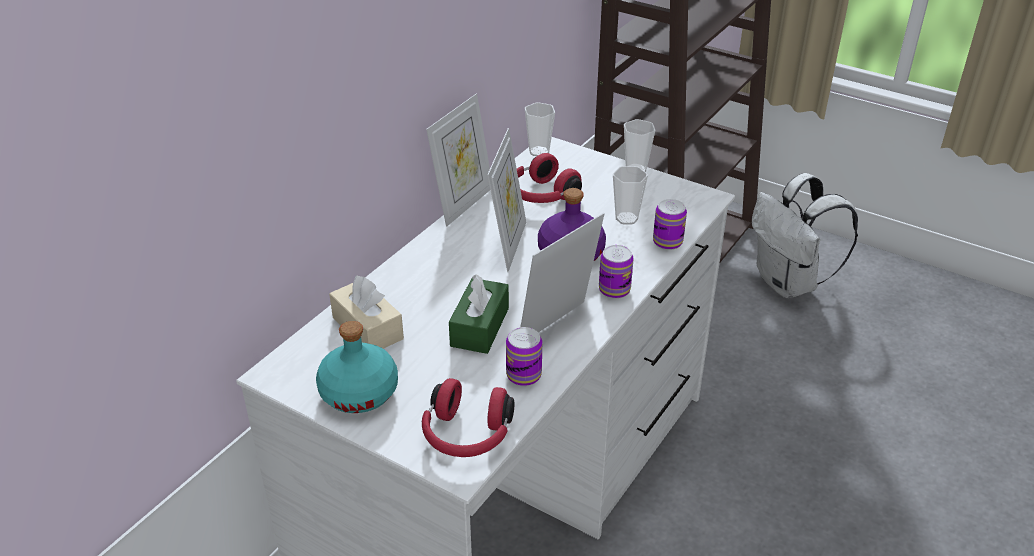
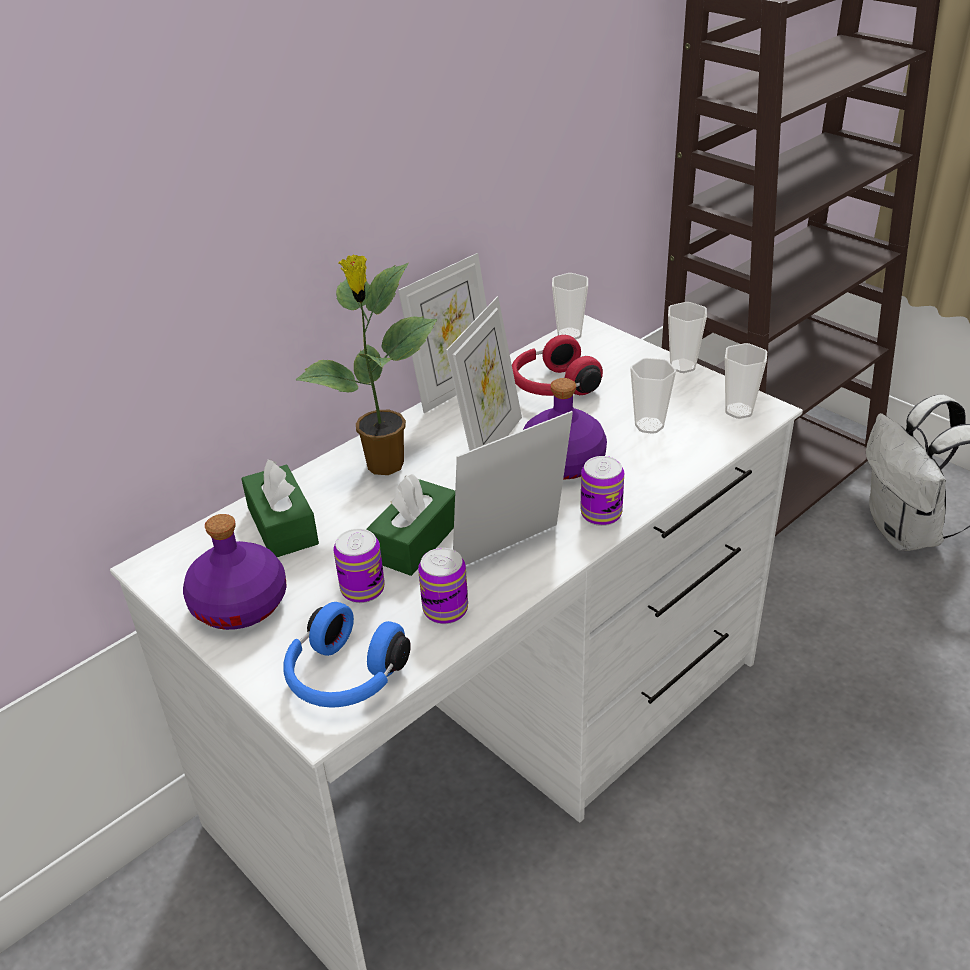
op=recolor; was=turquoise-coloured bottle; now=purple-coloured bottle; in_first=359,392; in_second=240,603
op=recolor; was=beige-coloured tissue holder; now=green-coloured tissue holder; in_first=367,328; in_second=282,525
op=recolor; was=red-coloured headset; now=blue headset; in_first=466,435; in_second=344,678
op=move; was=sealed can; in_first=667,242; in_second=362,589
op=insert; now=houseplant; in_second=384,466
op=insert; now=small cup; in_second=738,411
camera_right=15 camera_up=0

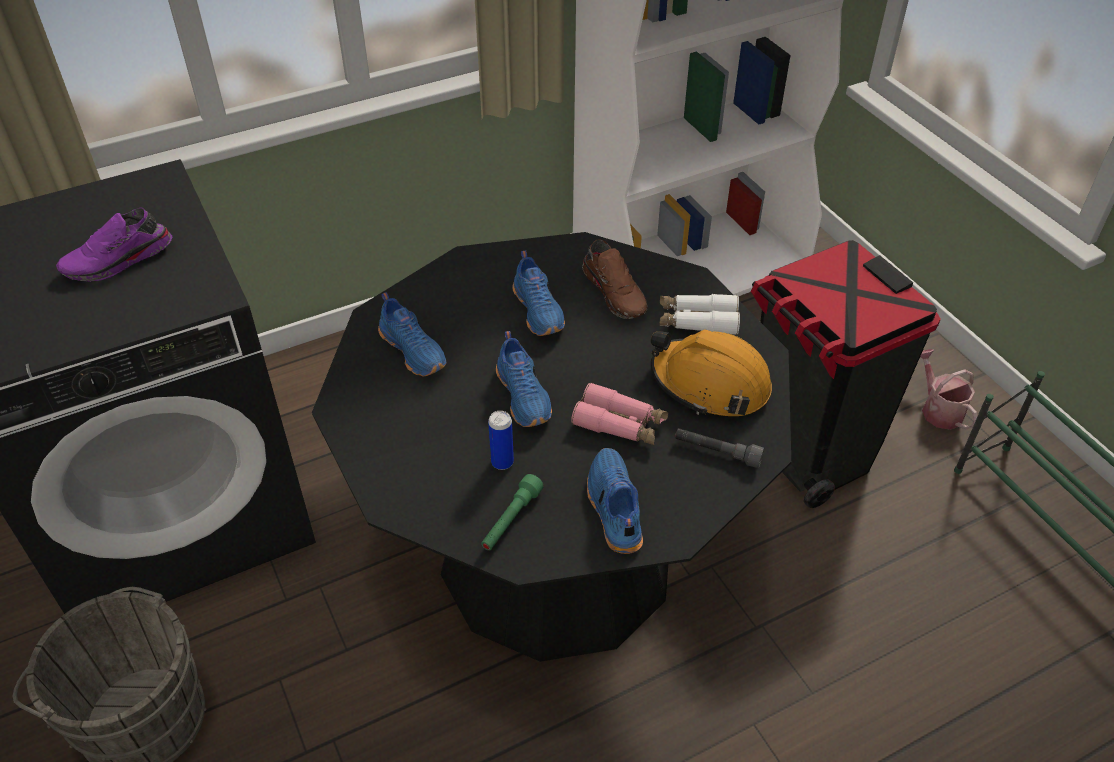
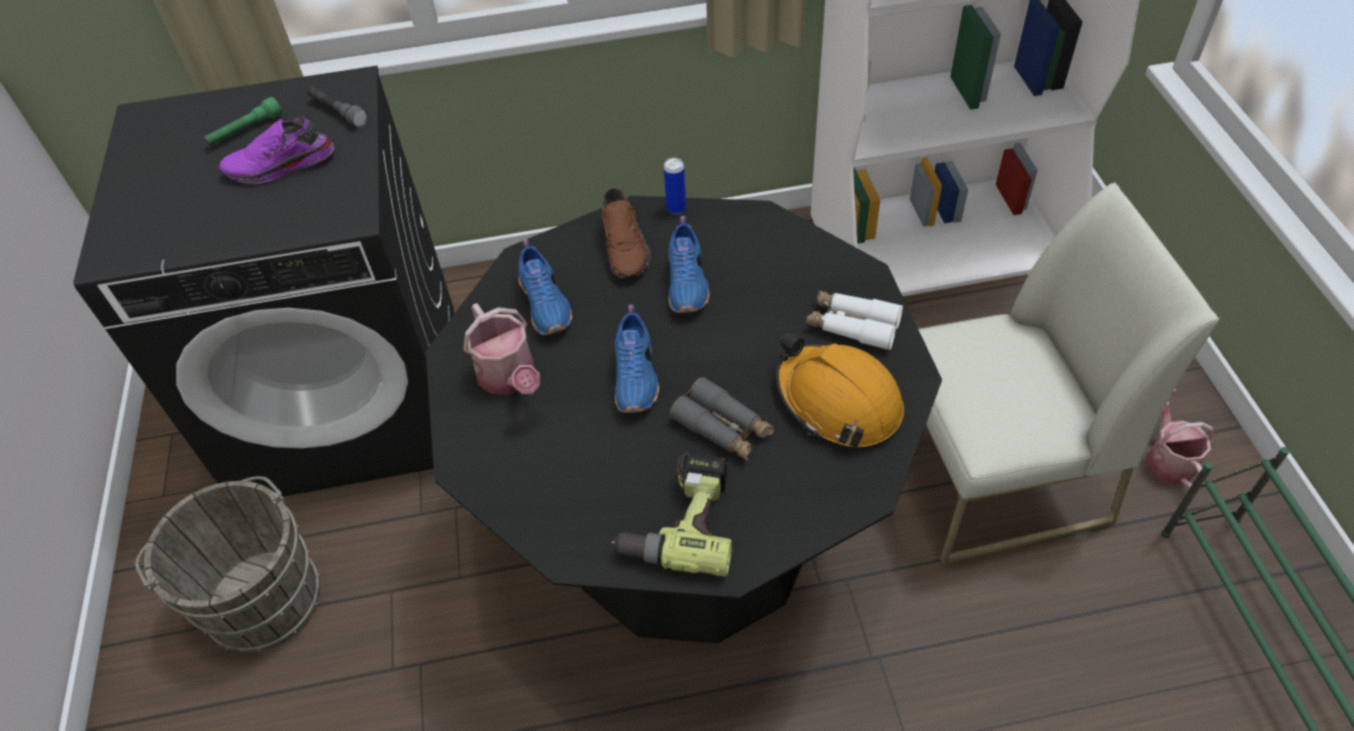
op=move; was=green-coloured hand torch; in_first=511,520; in_second=245,130
op=move; was=sealed can; in_first=502,462; in_second=676,208
op=recolor; was=pinkish binoculars; now=greyish binoculars; in_first=620,424; in_second=723,428
op=move; was=brown shoe; in_first=616,292; in_second=626,246
op=replace; was=blue shoe; now=electric drill; in_first=613,508; in_second=679,521
op=move; was=greyish hand torch; in_first=717,452; in_second=338,112
op=replace; was=black-coloured waste bin; now=whitish plain chair; in_first=805,453; in_second=993,476
op=insert; now=sprinkling can; in_second=510,378
camera_right=20 camera_up=5

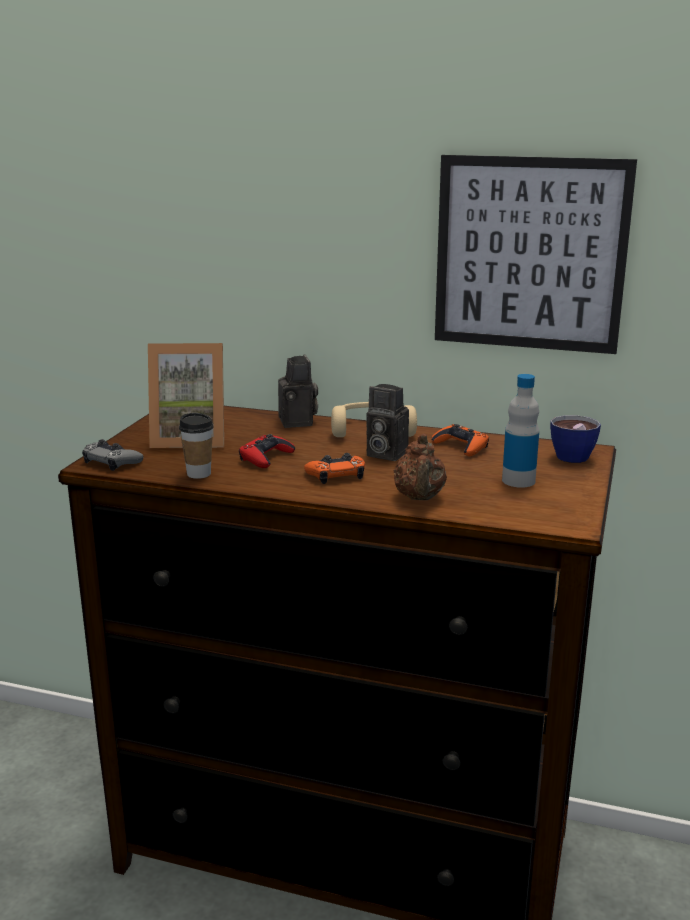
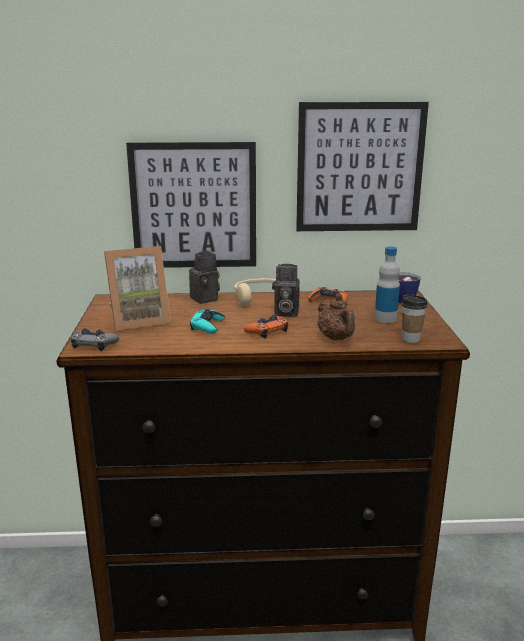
op=move; was=small cup; in_first=199,474; in_second=411,339
op=recolor; was=red-coloured game controller; now=turquoise-coloured game controller; in_first=266,457; in_second=207,326
op=insert; now=wall picture; in_second=194,206
camera_right=-20 camera_up=0

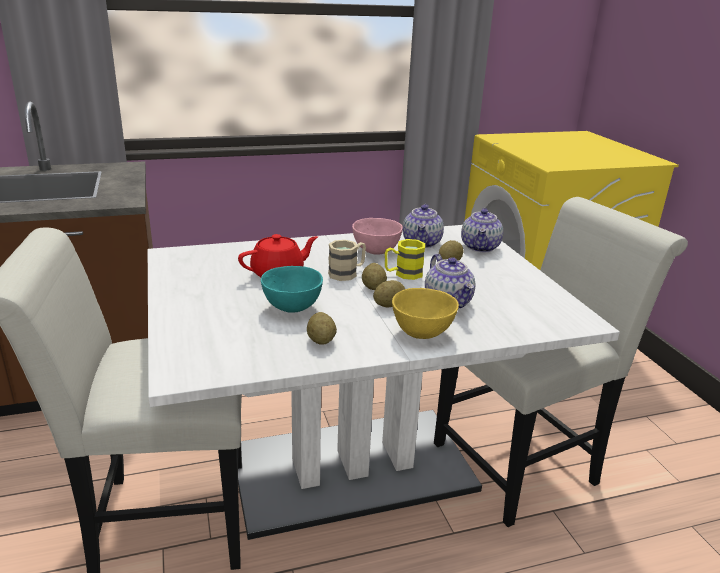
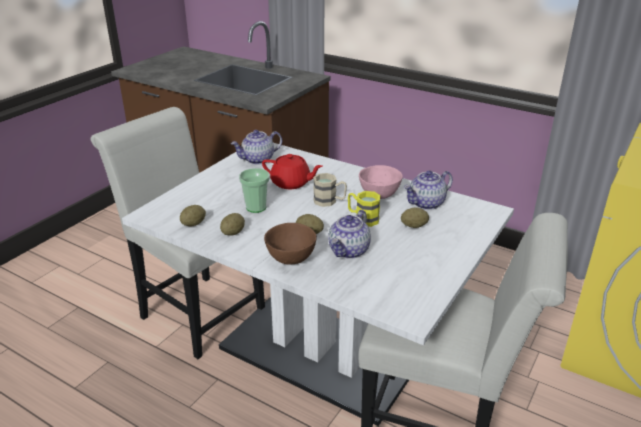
op=replace; was=turquoise-coloured bowl; now=small cup; in_first=292,308; in_second=256,207
op=move; was=potato; in_first=373,287; in_second=193,224
op=recolor; was=yellow-coloured bowl; now=brown bowl; in_first=423,333; in_second=291,259
op=move; was=teapot; in_first=480,247; in_second=258,160
camera_right=50 camera_up=5

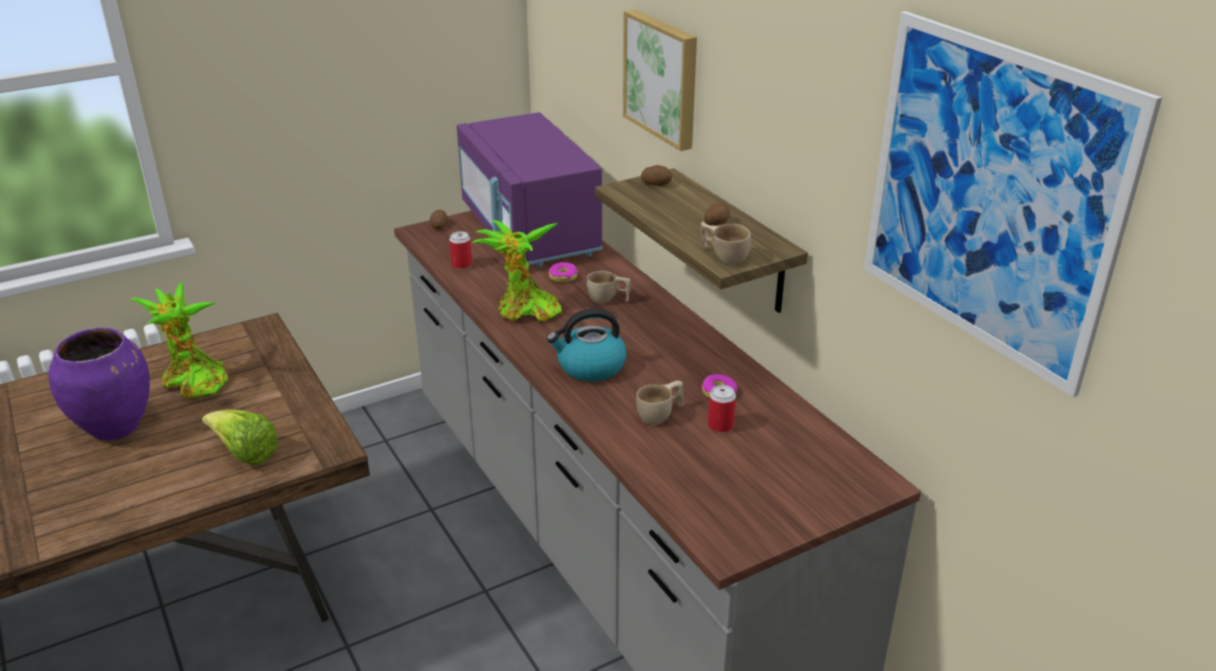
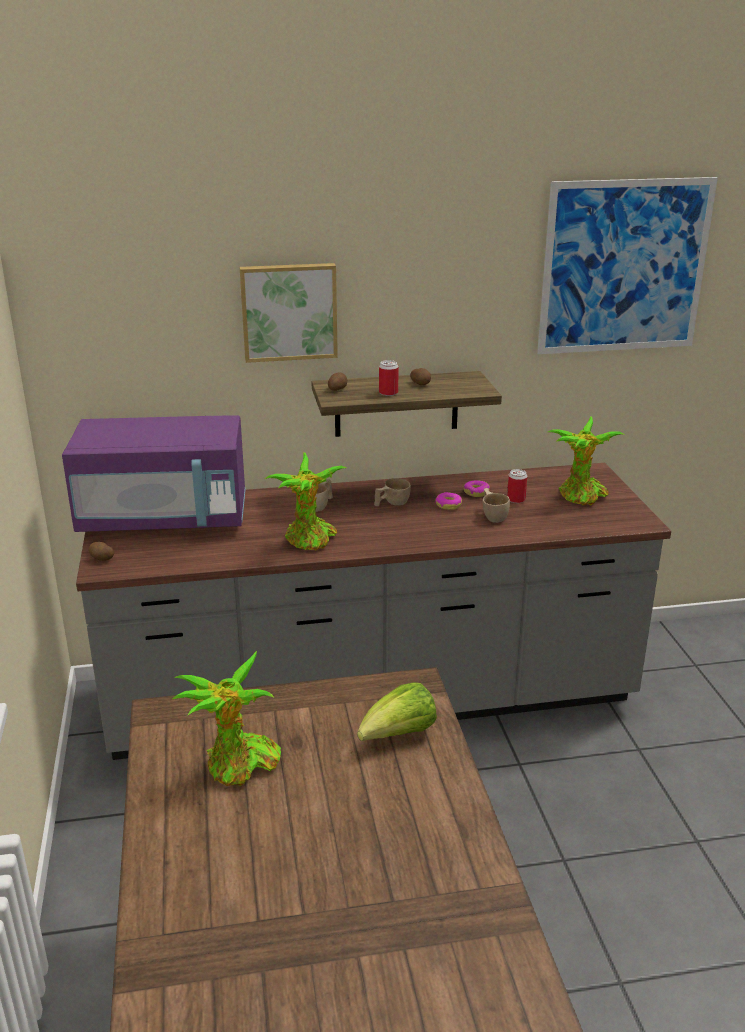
op=delete; was=purple-coloured vase; in_first=116,428
op=move; was=sealed can; in_first=461,265; in_second=388,393
op=delete; was=kettle; in_first=590,367
op=move; was=donut; in_first=563,277; in_second=448,505
op=move; was=beige-coloured small cup; in_first=723,256; in_second=391,503
op=insert; now=houseplant; in_second=581,497
camera_right=-70 camera_up=-5

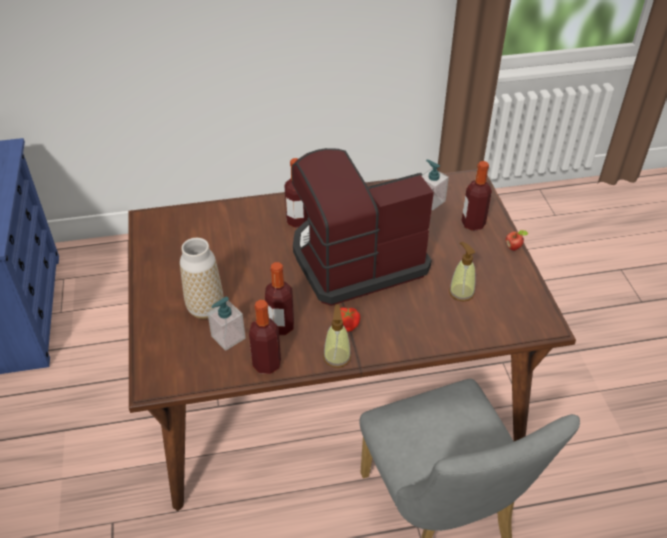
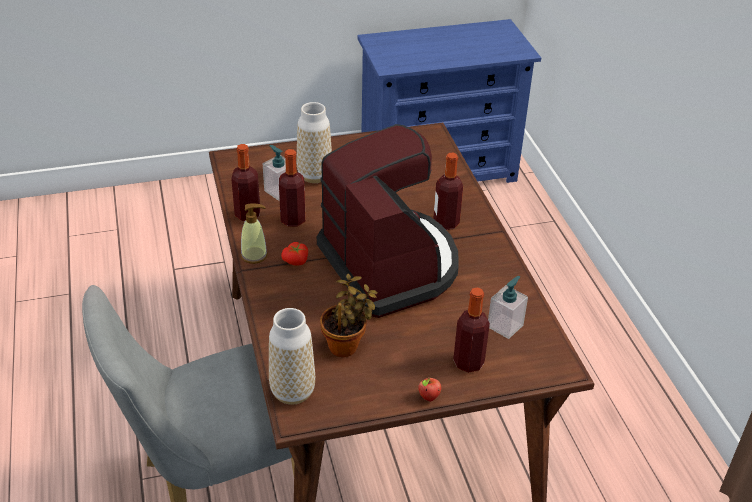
op=replace; was=soap bottle; now=houseplant; in_first=461,292; in_second=346,345
op=insert; now=vase; in_second=292,392
camera_right=85 camera_up=-5

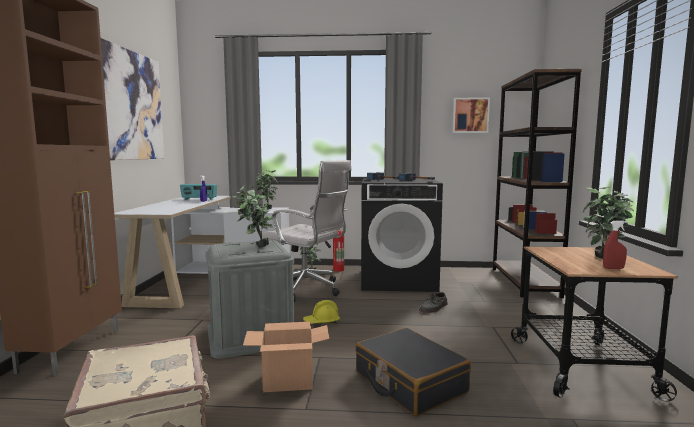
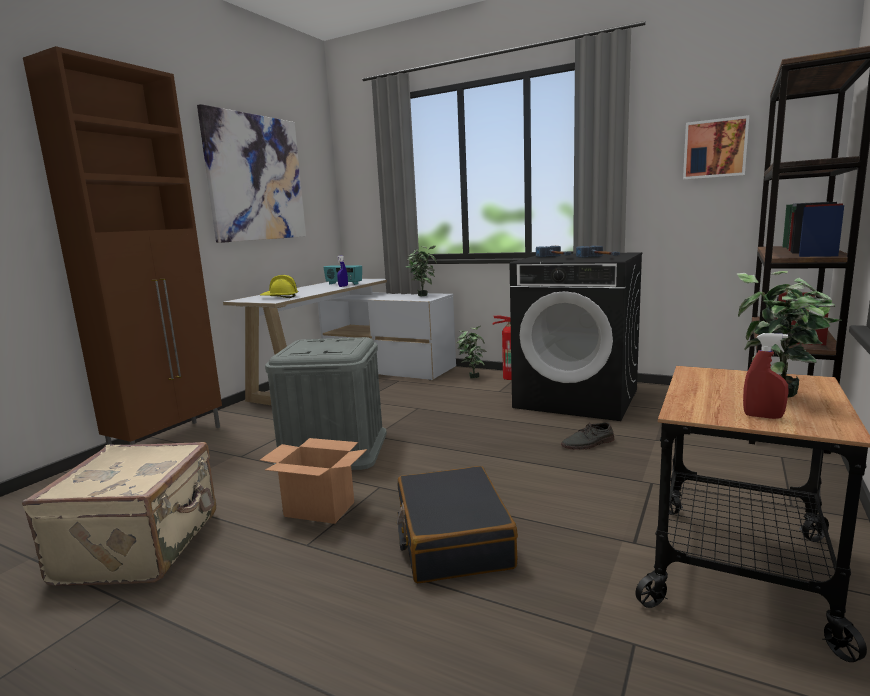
op=delete; was=houseplant; in_first=254,247
op=delete; was=whitish desk chair; in_first=308,290
op=move; was=yellow-coloured hard hat; in_first=321,322; in_second=280,297
camera_right=25 camera_up=5

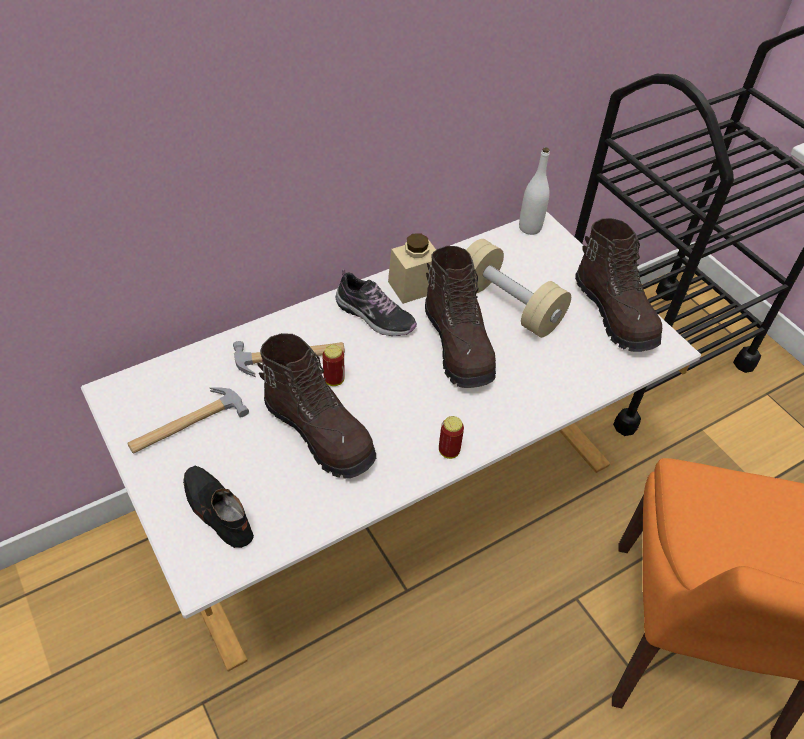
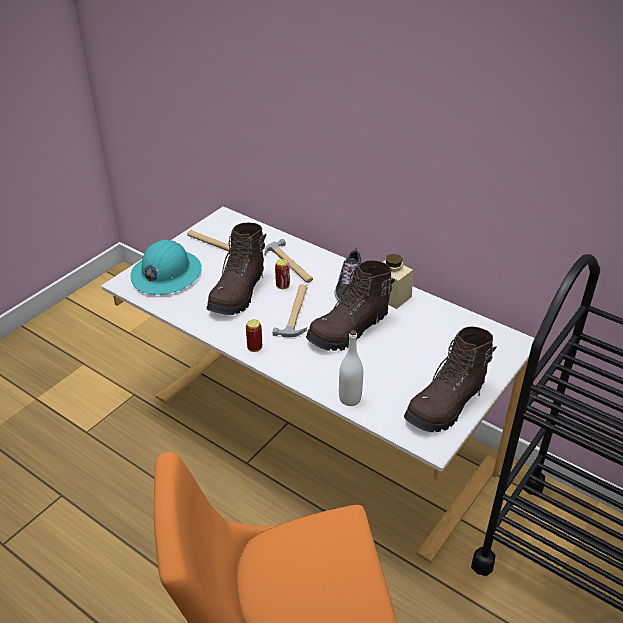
op=replace; was=black-coloured shoe; now=turquoise-coloured hard hat; in_first=217,511; in_second=166,274
op=delete; was=beige-coloured dumbbell; in_first=508,305
op=move; was=whitish bottle; in_first=530,228; in_second=350,399
op=insert; now=hand hammer; in_second=296,313
camera_right=70 camera_up=-10

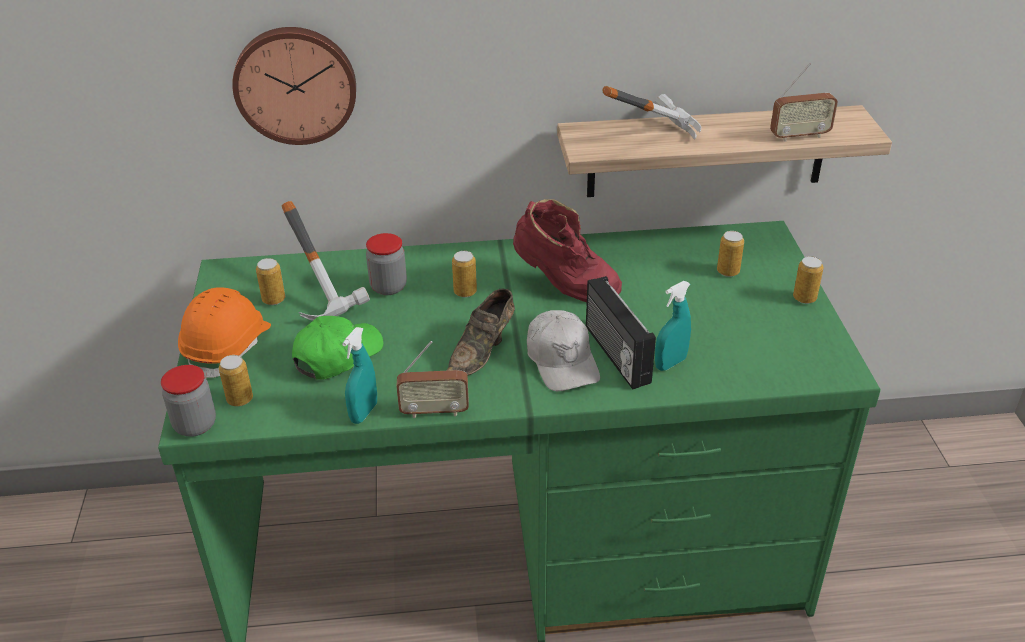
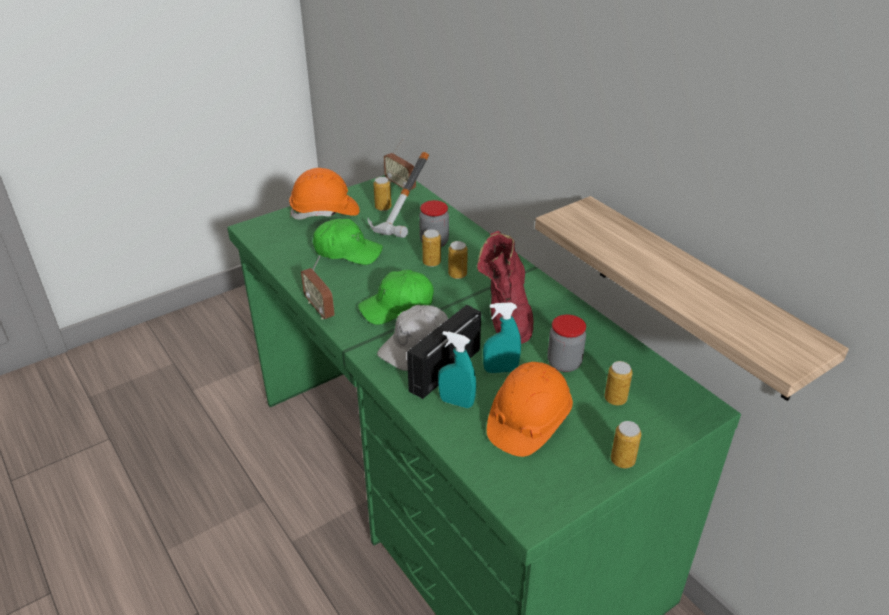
op=move; was=storage jar; in_first=195,425; in_second=564,363
op=move; was=sealed can; in_first=240,399; in_second=431,262
op=delete; was=wall clock; in_first=295,84
op=move; was=turquoise-coloured spray bottle; in_first=364,413; in_second=500,370
op=replace; was=brown shoe; now=green-coloured baseball cap; in_first=483,351; in_second=397,306
op=delete; was=hand hammer; in_first=643,138
op=move; was=radio; in_first=799,136; in_second=400,185
op=insert; now=orangey hard hat; in_second=528,422
camera_right=60 camera_up=0

